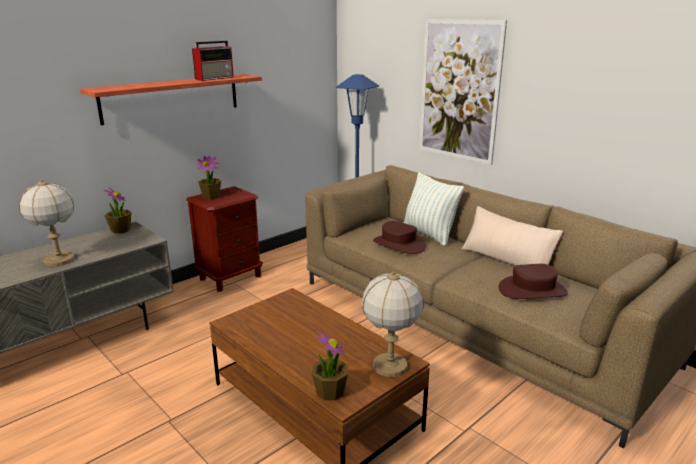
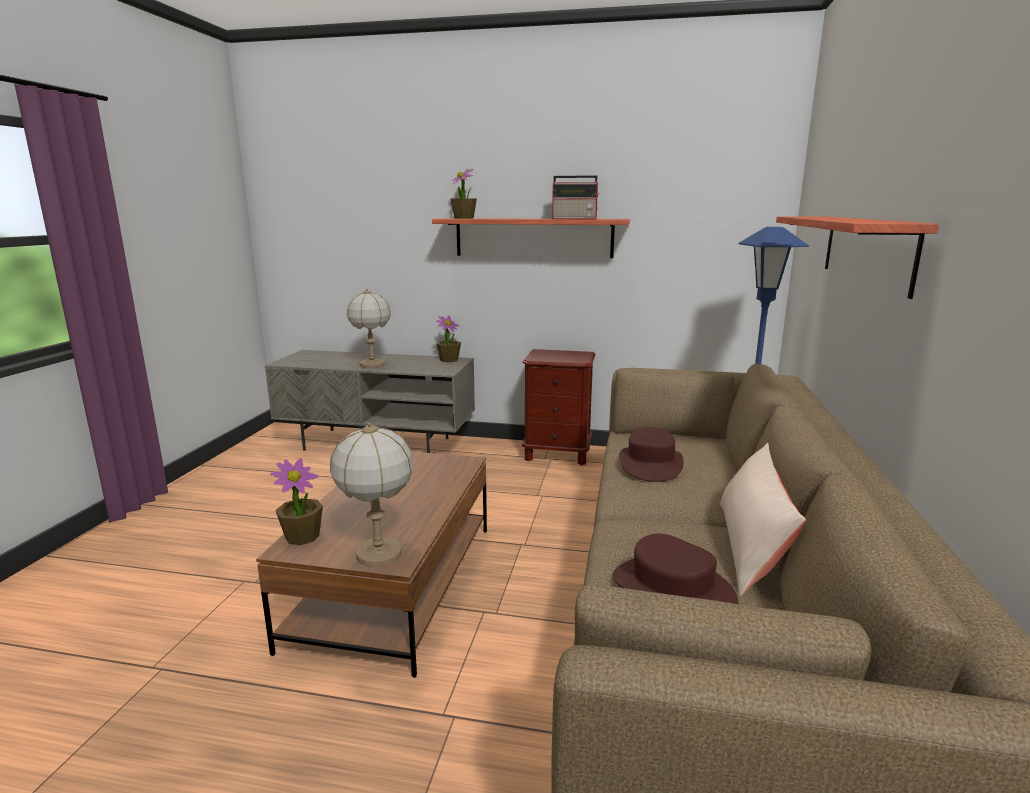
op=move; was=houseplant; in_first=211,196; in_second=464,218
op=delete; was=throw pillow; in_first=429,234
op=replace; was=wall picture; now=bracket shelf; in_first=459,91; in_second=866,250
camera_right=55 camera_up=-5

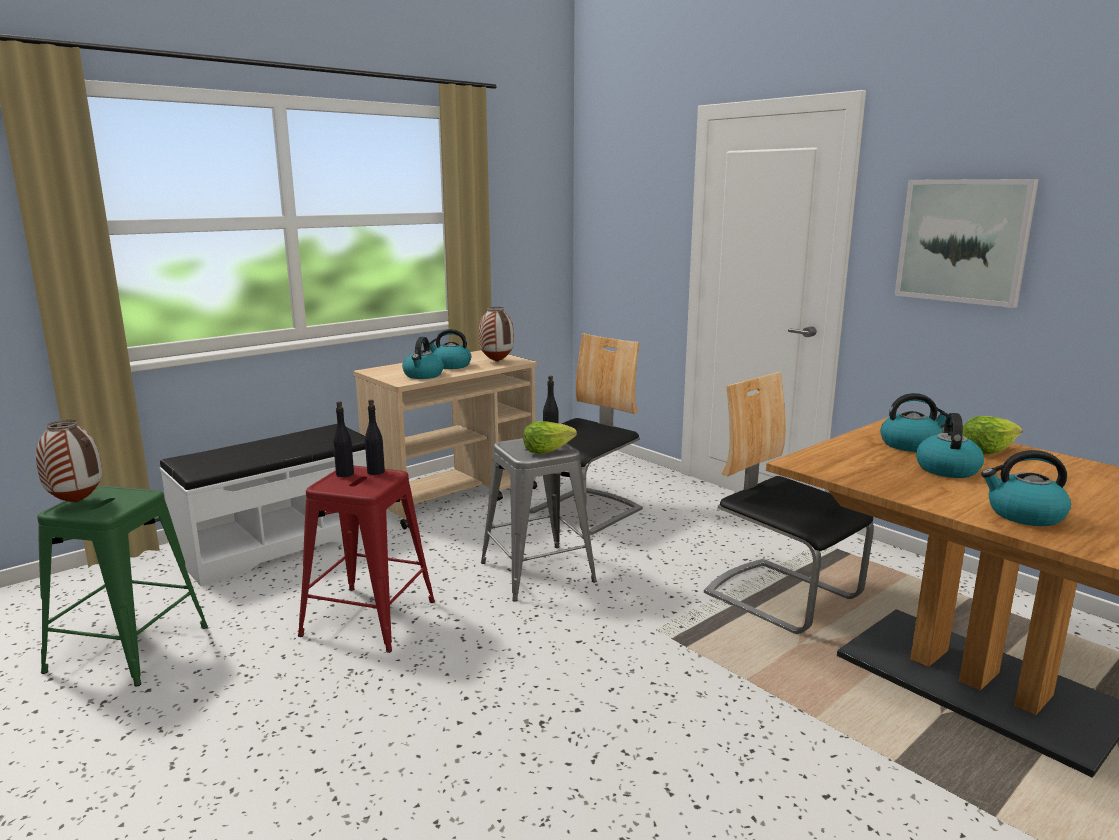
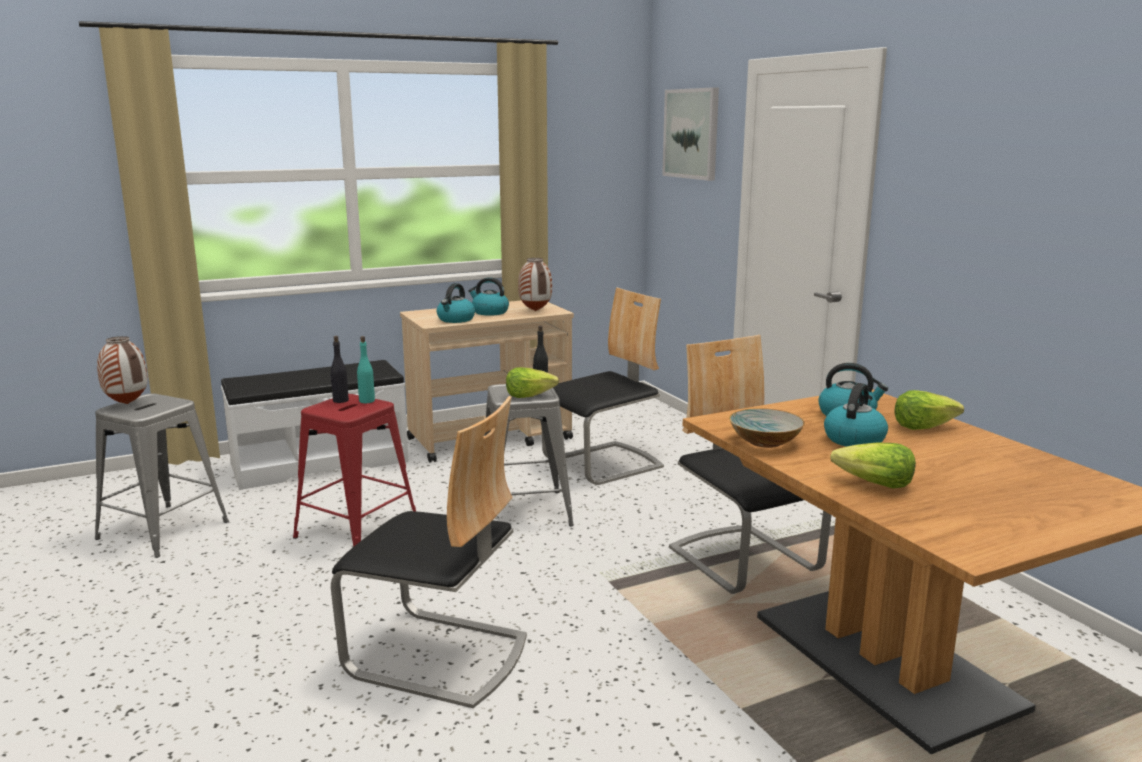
op=recolor; was=green-coloured stool; now=greyish stool; in_first=128,649; in_second=163,530
op=recolor; was=black-coloured bottle; now=turquoise-coloured bottle; in_first=375,472; in_second=366,401
op=move; was=wall picture; in_first=963,241; in_second=691,133
op=replace; was=kettle; now=head of lettuce; in_first=1024,515; in_second=874,484
op=insert; now=plain chair; in_second=438,656
op=insert; now=bowl; in_second=765,441
camera_right=15 camera_up=0

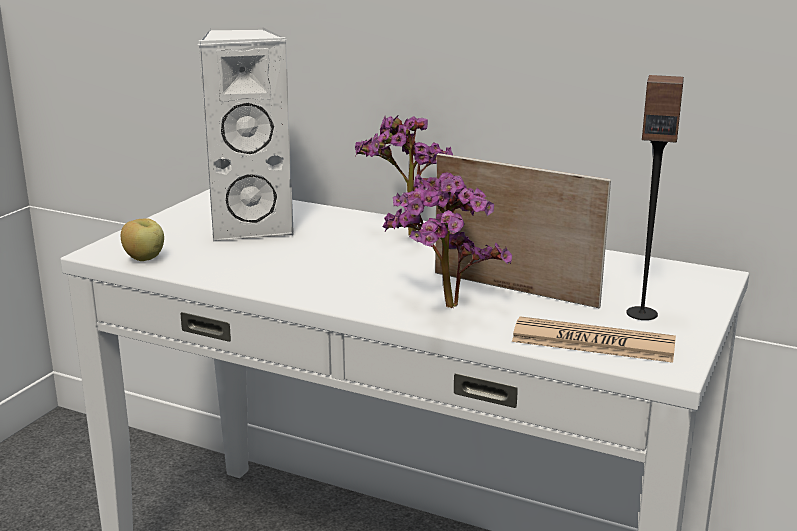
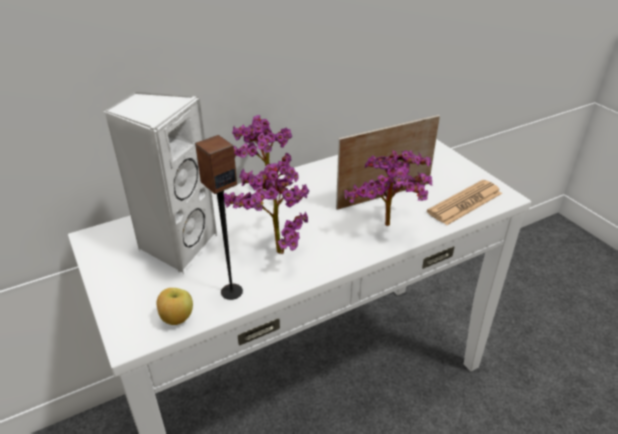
op=move; was=speaker; in_first=642,313; in_second=231,291
op=insert; now=houseplant; in_second=273,250
camera_right=-55 camera_up=15

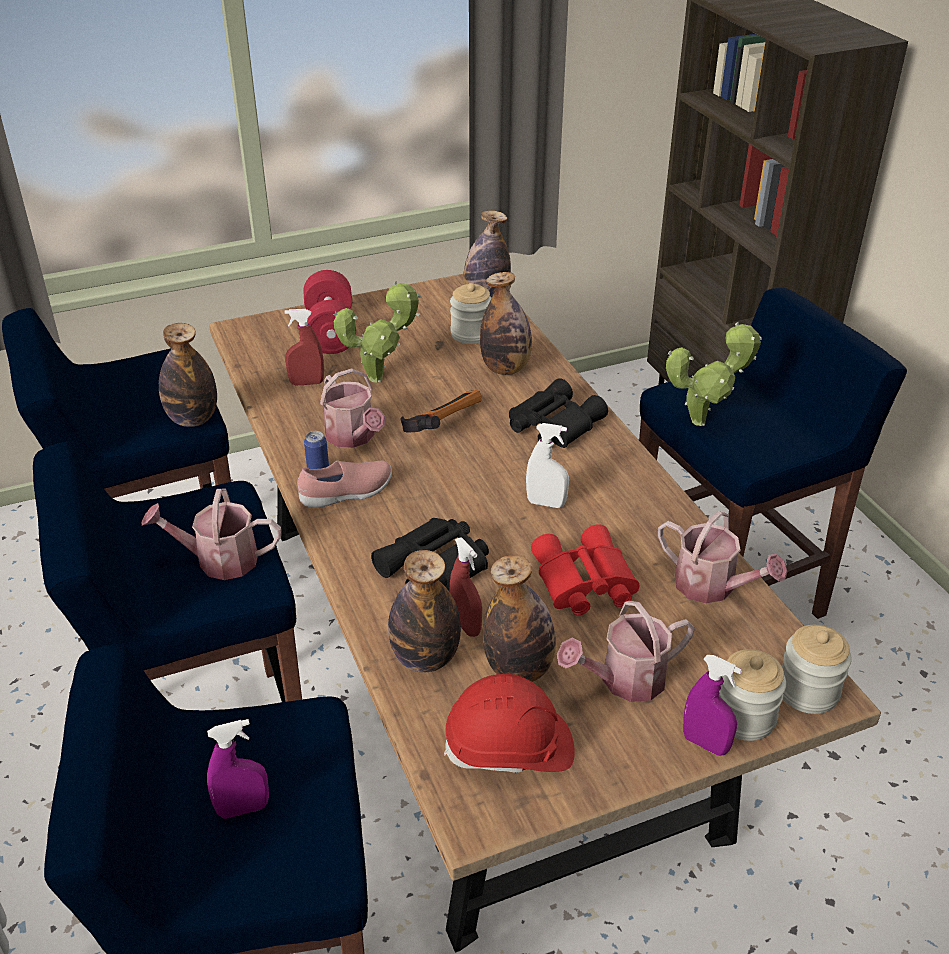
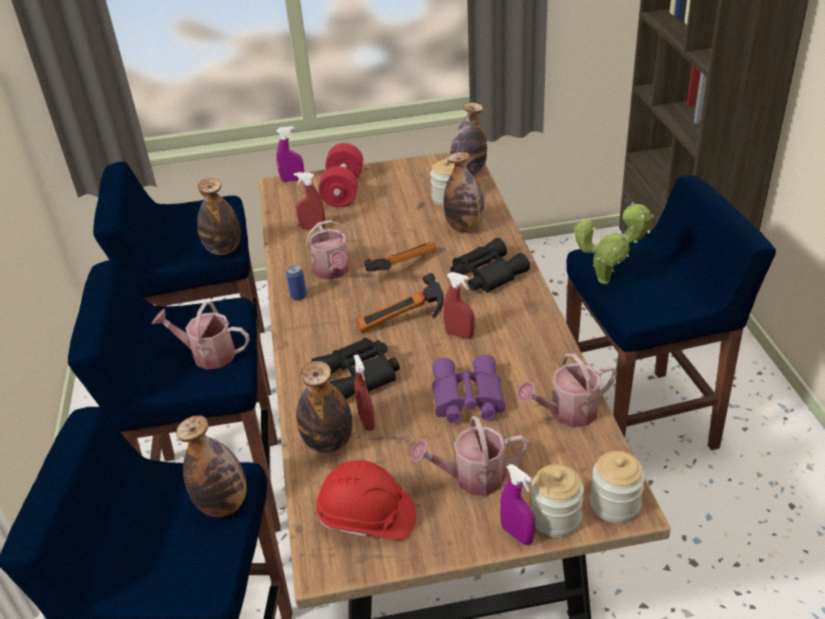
op=move; was=purple-coloured spray bottle; in_first=243,809; in_second=292,180
op=delete; was=pinkish shoe; in_first=347,494
op=delete; was=houseplant; in_first=381,377
op=move; was=bottle; in_first=519,669; in_second=223,504
op=recolor; was=whitish spray bottle; now=red-coloured spray bottle; in_first=546,503; in_second=459,334
op=recolor; was=red-coloured binoculars; now=purple-coloured binoculars; in_first=582,583; in_second=466,399
op=rotate; was=sprinkling can; in_first=712,587; in_second=567,413; clockwise=105
op=insert; now=hand hammer; in_second=403,323
camera_right=15 camera_up=0

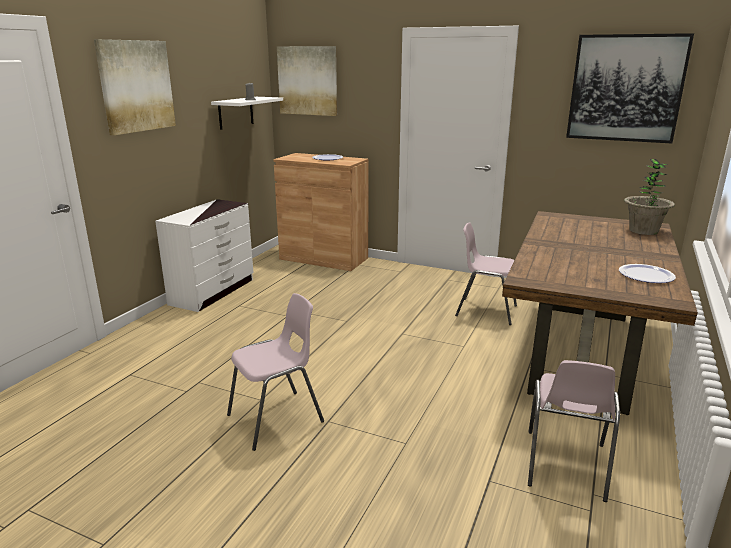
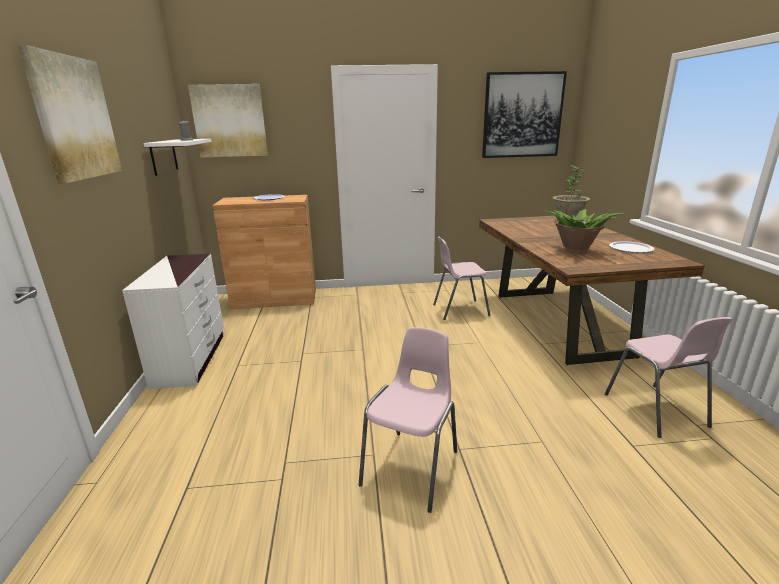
op=insert; now=houseplant; in_second=574,250
camera_right=-30 camera_up=0

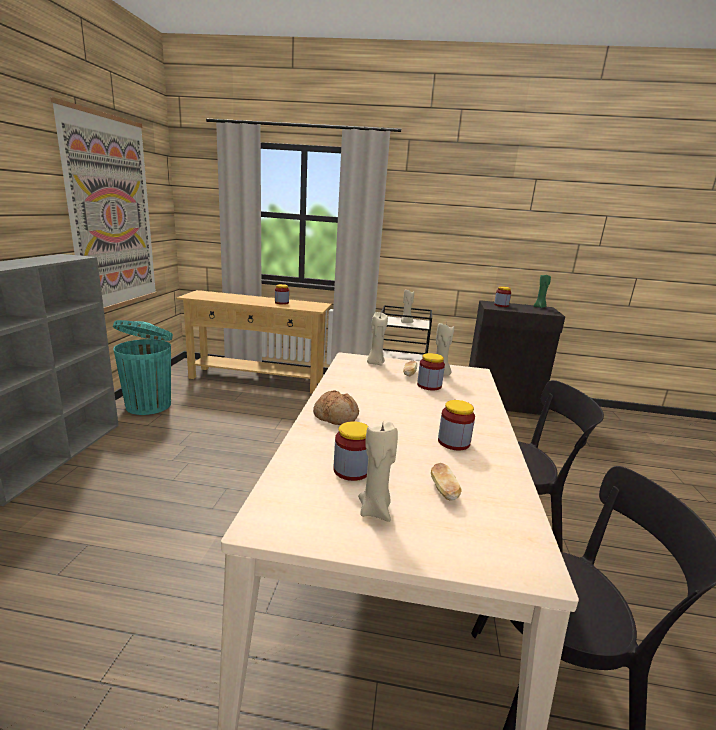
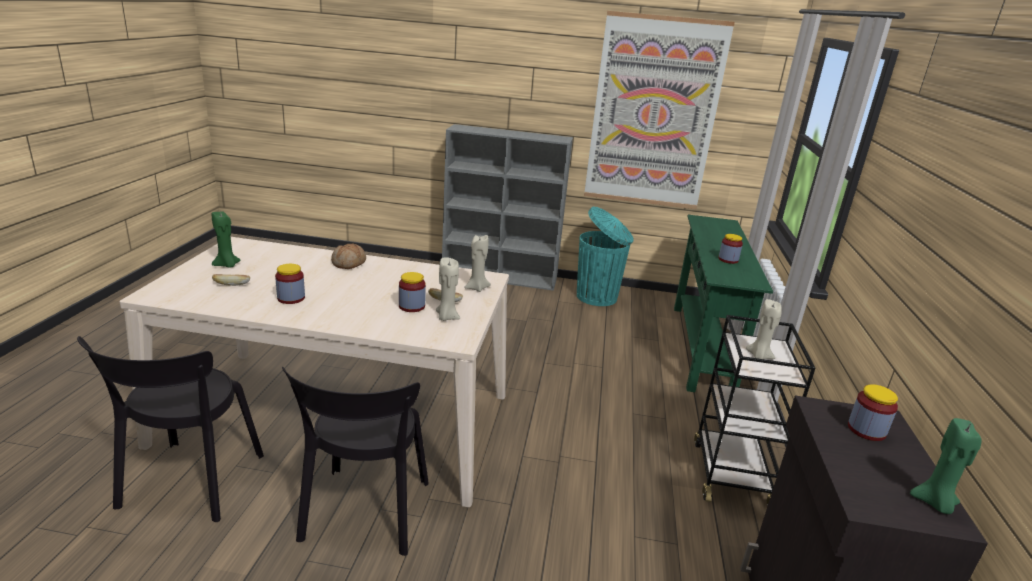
op=recolor; was=beige-coloured console table; now=green-coloured console table; in_first=256,380; in_second=702,348
op=delete; was=storage jar; in_first=351,470
op=recolor; was=beige-coloured wax light; now=green-coloured wax light; in_first=375,510; in_second=227,265
camera_right=90 camera_up=5

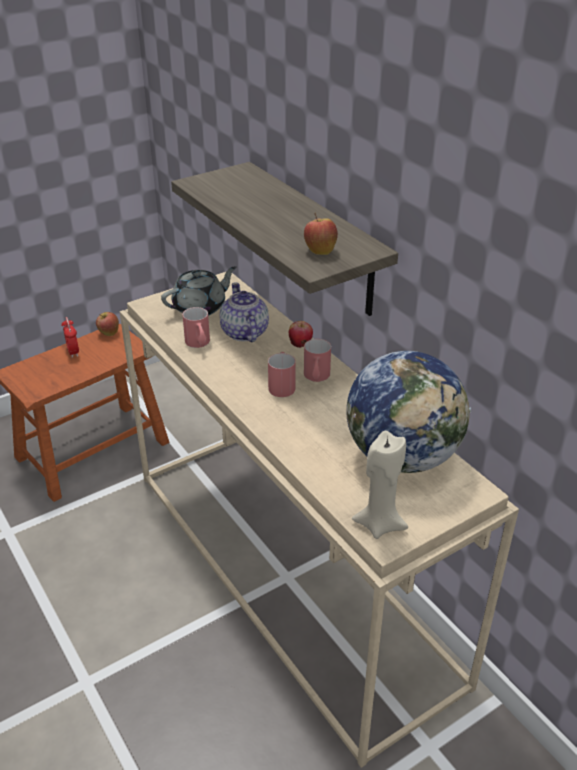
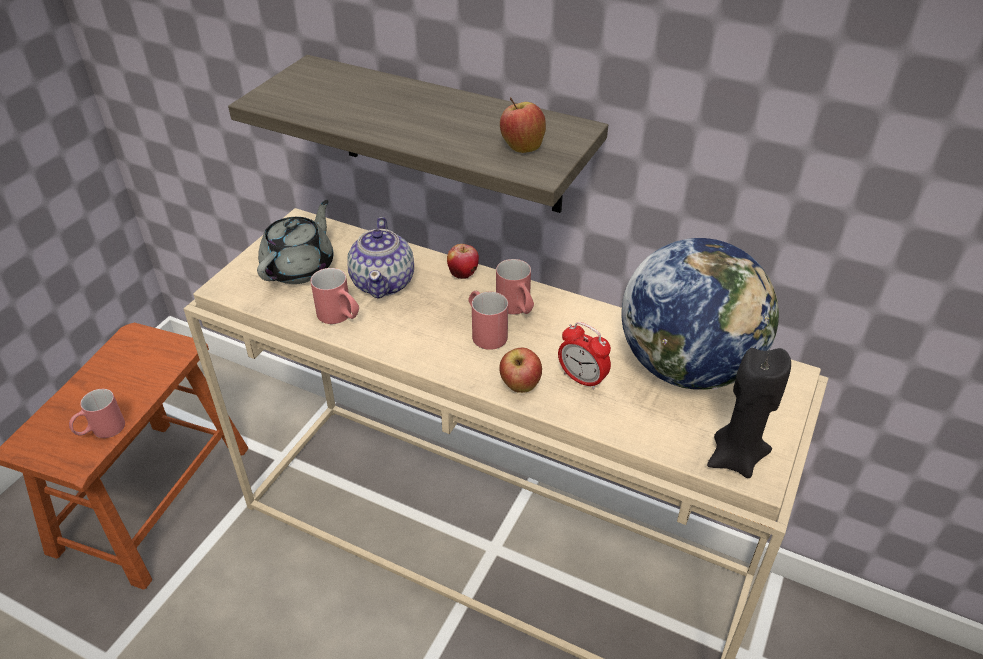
op=move; was=alarm clock; in_first=73,352; in_second=582,379
op=move; was=apple fruit; in_first=109,333; in_second=520,386
op=rotate; was=teapot; in_first=244,333; in_second=384,282; clockwise=-135
op=recolor; was=beige-coloured wax light; now=black-coloured wax light; in_first=379,524; in_second=735,458
op=insert; now=red-coloured tea mug; in_second=101,431
camera_right=-30 camera_up=5

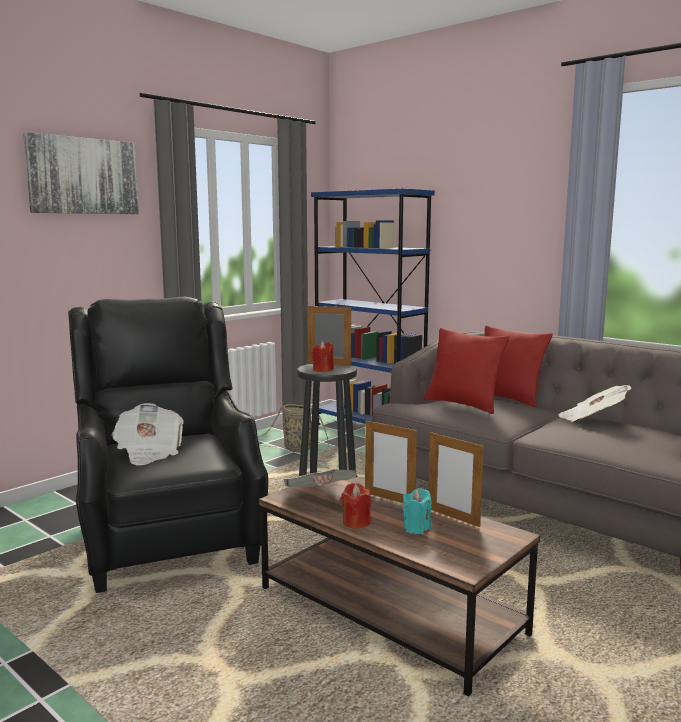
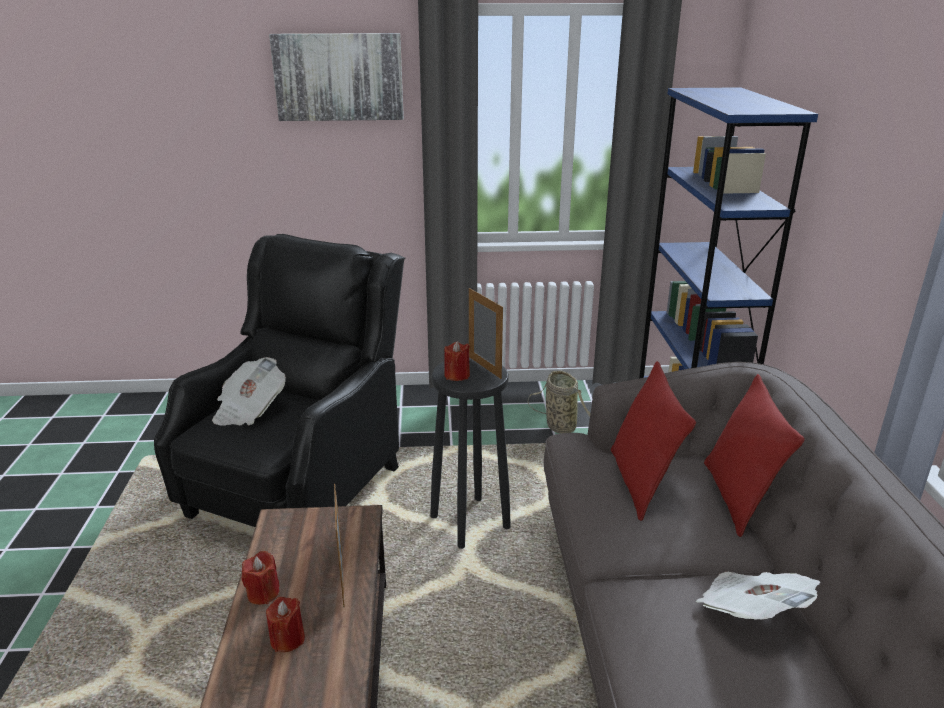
op=delete; was=daily paper; in_first=320,499
op=recolor; was=turquoise-coloured wax light; now=red-coloured wax light; in_first=416,528; in_second=287,639
op=delete; was=picture frame; in_first=453,517
camera_right=45 camera_up=15

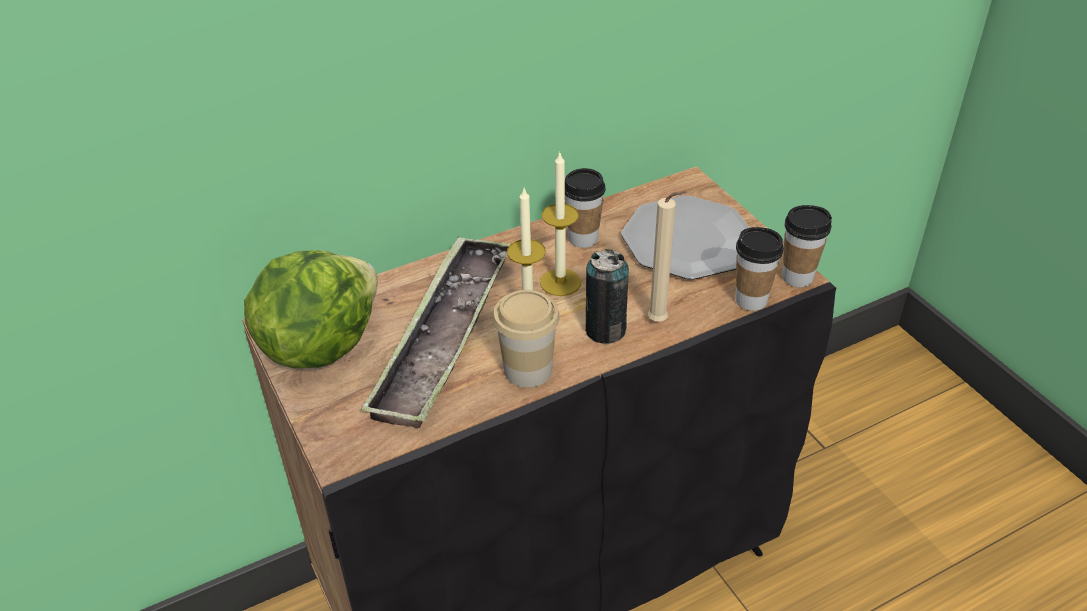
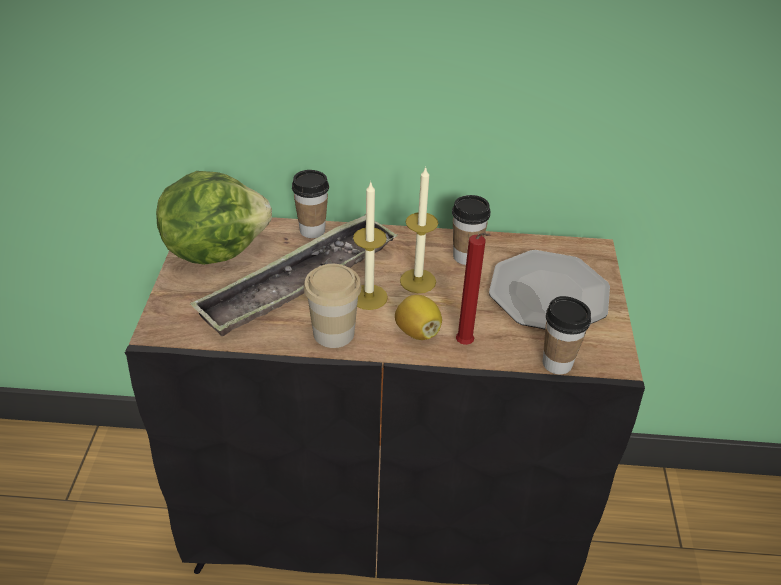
op=replace; was=sealed can; now=citrus fruit; in_first=605,330; in_second=417,331
op=recolor; was=beige-coloured wax light; now=red-coloured wax light; in_first=660,322; in_second=466,345
op=move; was=small cup; in_first=797,277; in_second=312,230
camera_right=30 camera_up=0

